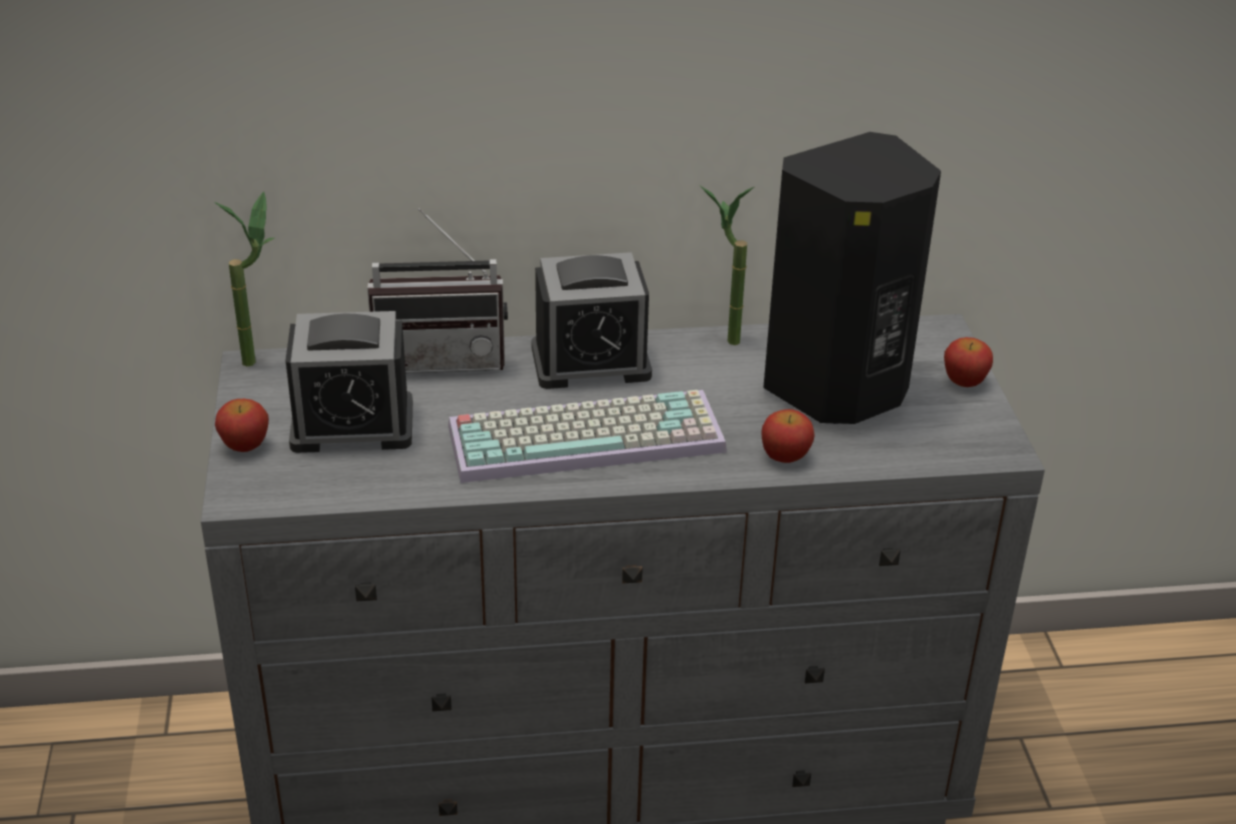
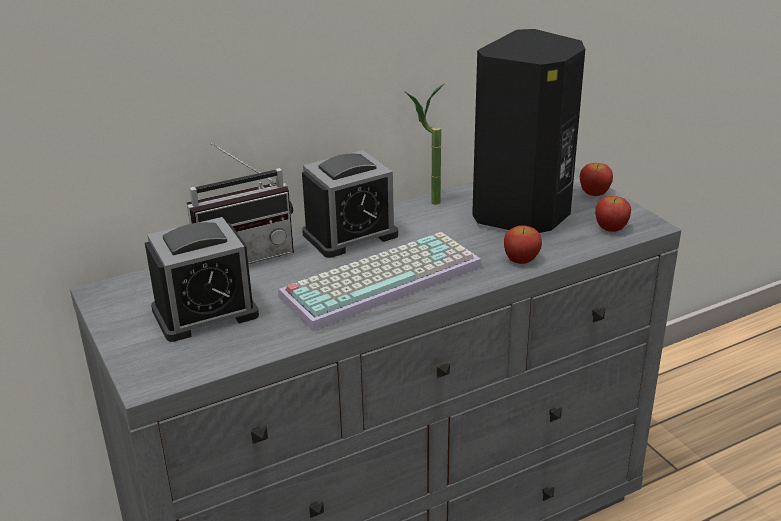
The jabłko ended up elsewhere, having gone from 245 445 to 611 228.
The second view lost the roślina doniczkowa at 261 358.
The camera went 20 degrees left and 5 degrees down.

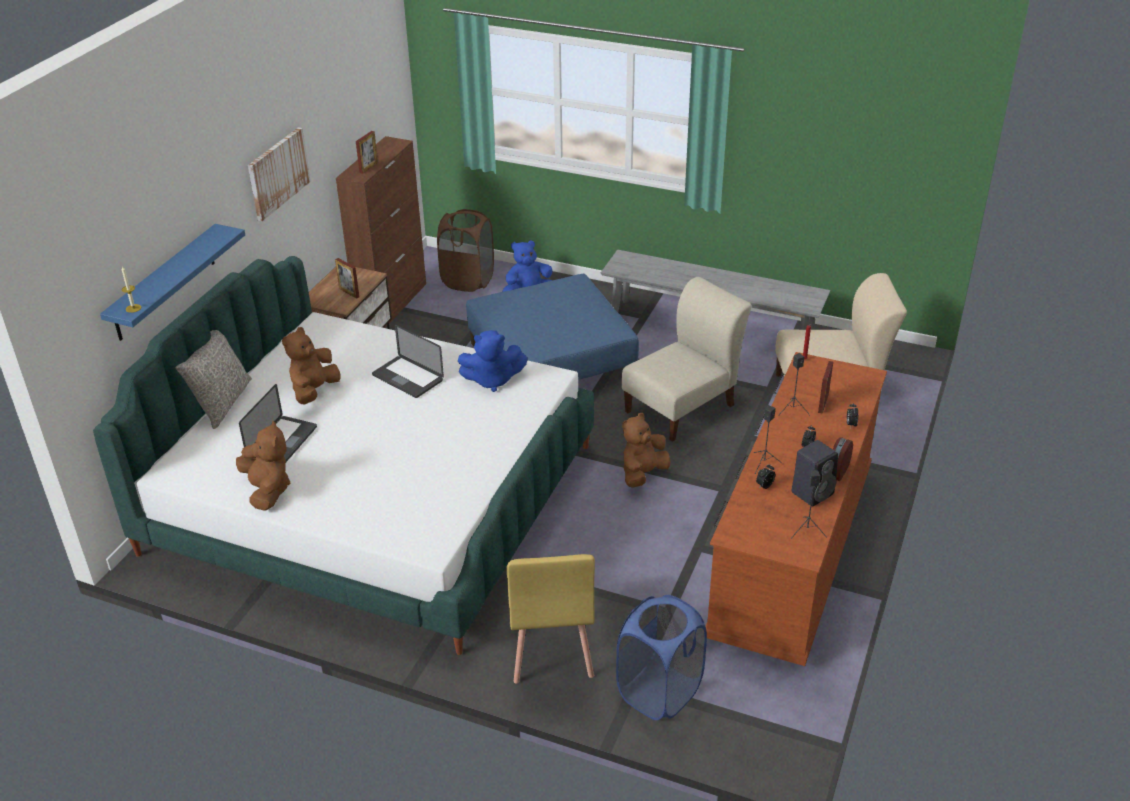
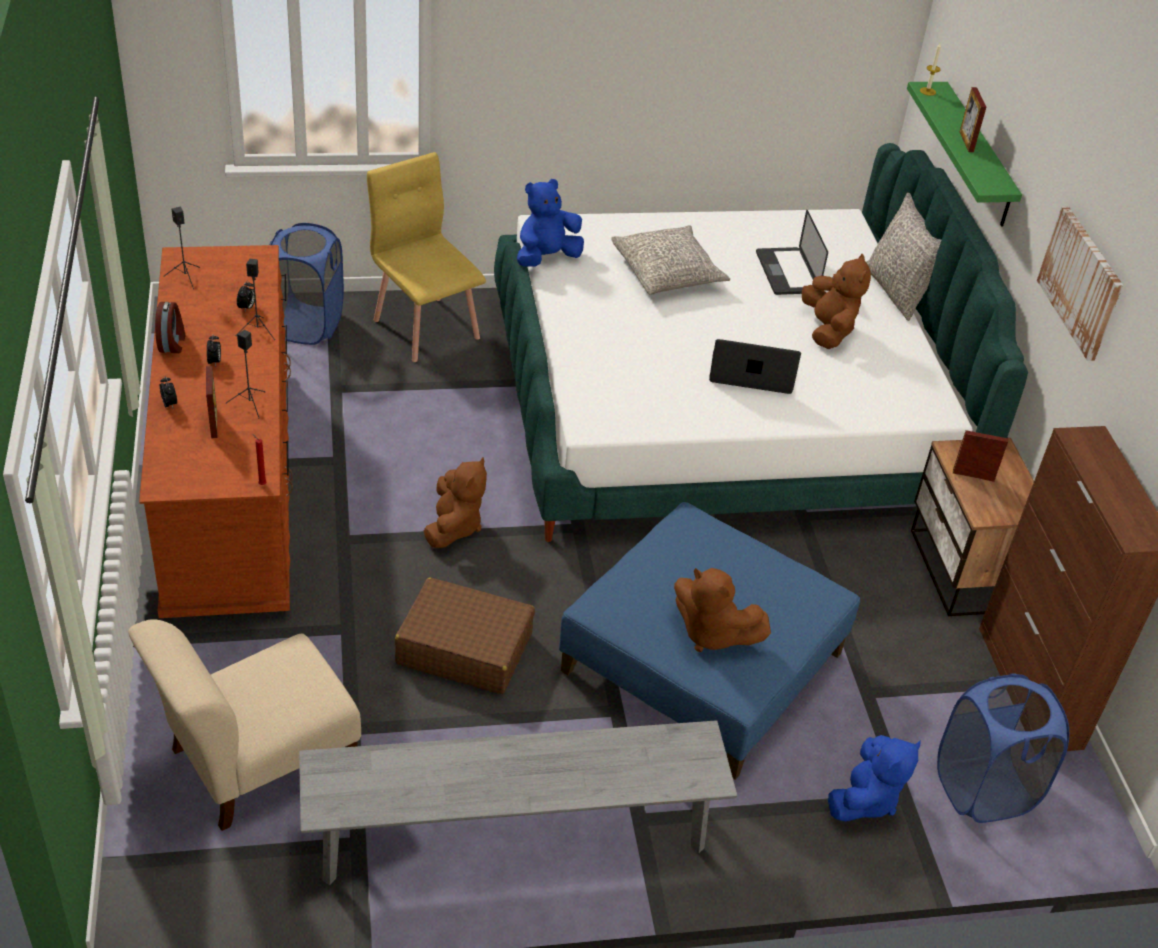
Where the krzesło/beżowy stood at 683 406, the walizka/brązowy came to stand at 464 648.
The pluszak/niebieski ended up elsewhere, having gone from 492 380 to 546 258.
The second view gained the poduszka/szary at 668 273.
The pluszak/brązowy ended up elsewhere, having gone from 267 490 to 712 633.
What was the półka/niebieski at 164 283 turned into the półka/zielony at 977 155.
What was the kosz na pranie/brązowy at 468 280 turned into the kosz na pranie/niebieski at 984 789.
The ramka na zdjęcie ended up elsewhere, having gone from 368 167 to 966 142.
The second view lost the głośnik/czarny at 813 492.
The camera went 145 degrees right and 5 degrees up.

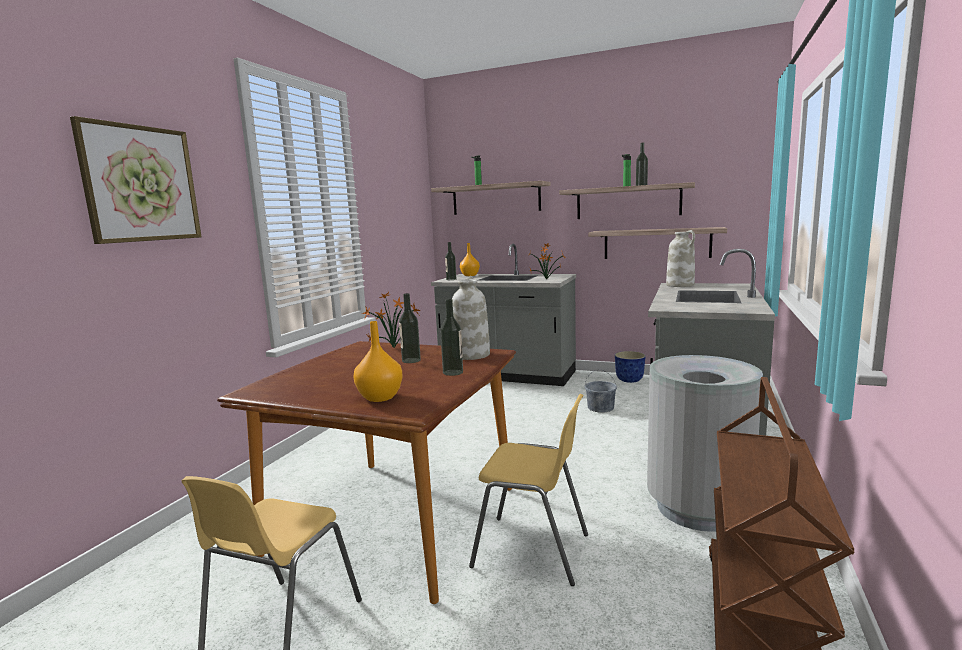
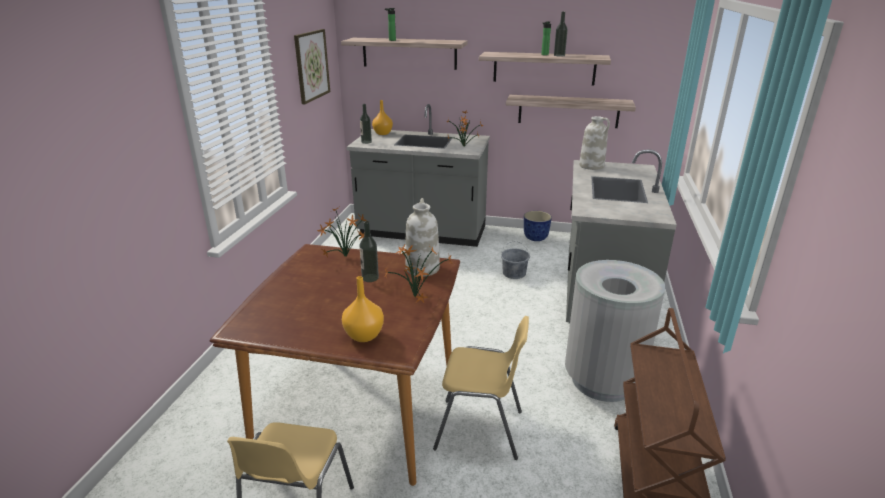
The obraz ended up elsewhere, having gone from 140 184 to 311 65.
Where the butelka stood at 453 372, the roślina doniczkowa came to stand at 415 296.
The camera went 10 degrees left and 15 degrees up.

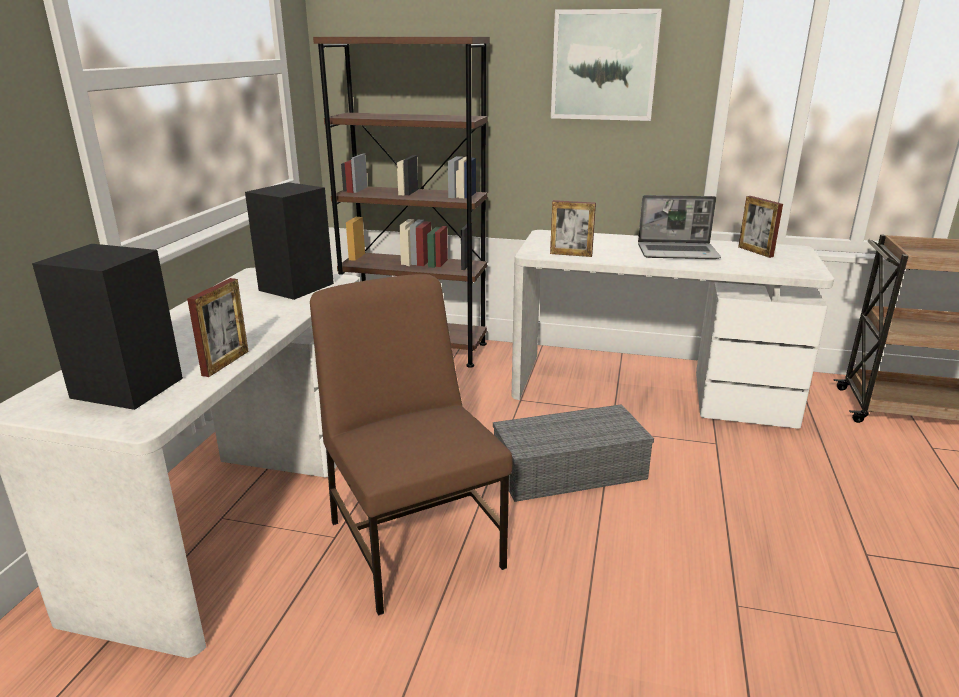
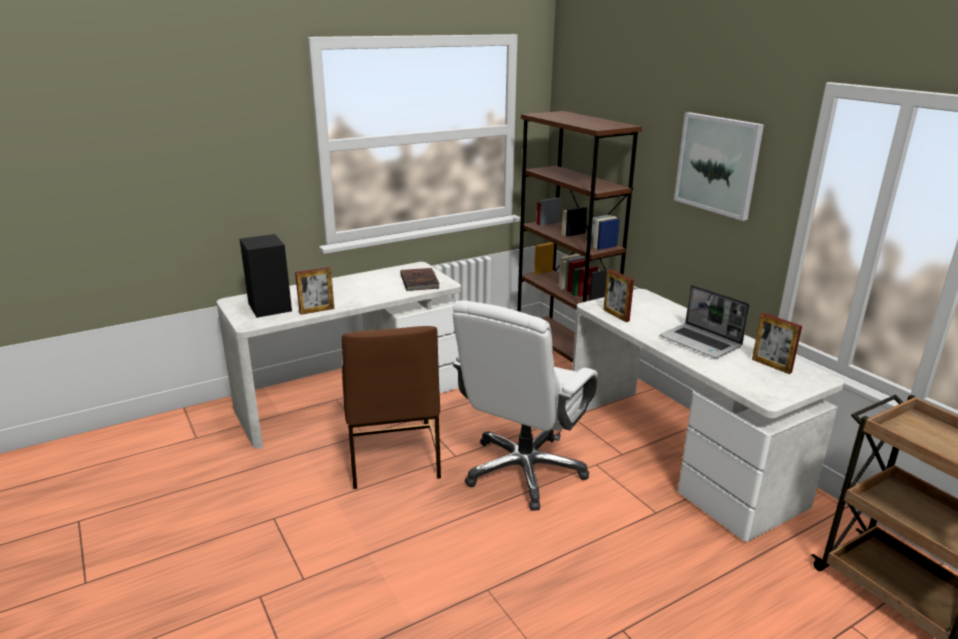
The krzesło/brązowy at 415 541 ended up facing another way, 150 degrees clockwise from before.
Where the głośnik/czarny stood at 298 286, the książka/brązowy came to stand at 420 281.
Where the pojemnik do przechowywania/szary stood at 567 471, the krzesło biurowe/biały came to stand at 524 471.
The ramka na zdjęcie at 755 252 ended up facing another way, 60 degrees counterclockwise from before.
The camera went 45 degrees right and 0 degrees up.

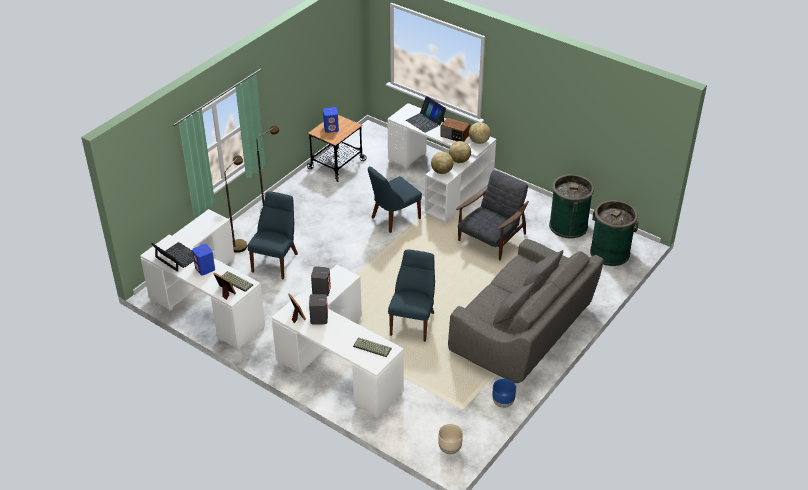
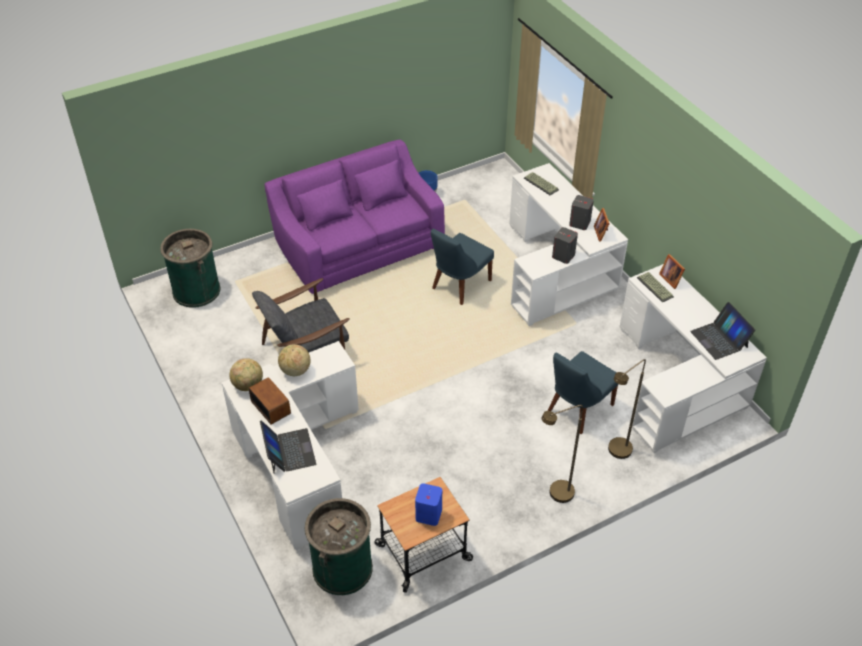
What was the kanapa/szary at 523 330 turned into the kanapa/fioletowy at 358 244.
The kosz na śmieci/zielony ended up elsewhere, having gone from 568 225 to 342 568.
The second view lost the głośnik/niebieski at 205 269.
The second view lost the krzesło/niebieski at 393 218.
The second view lost the globus at 442 171.
The second view lost the donica/beżowy at 449 449.
The camera went 155 degrees left and 5 degrees up.

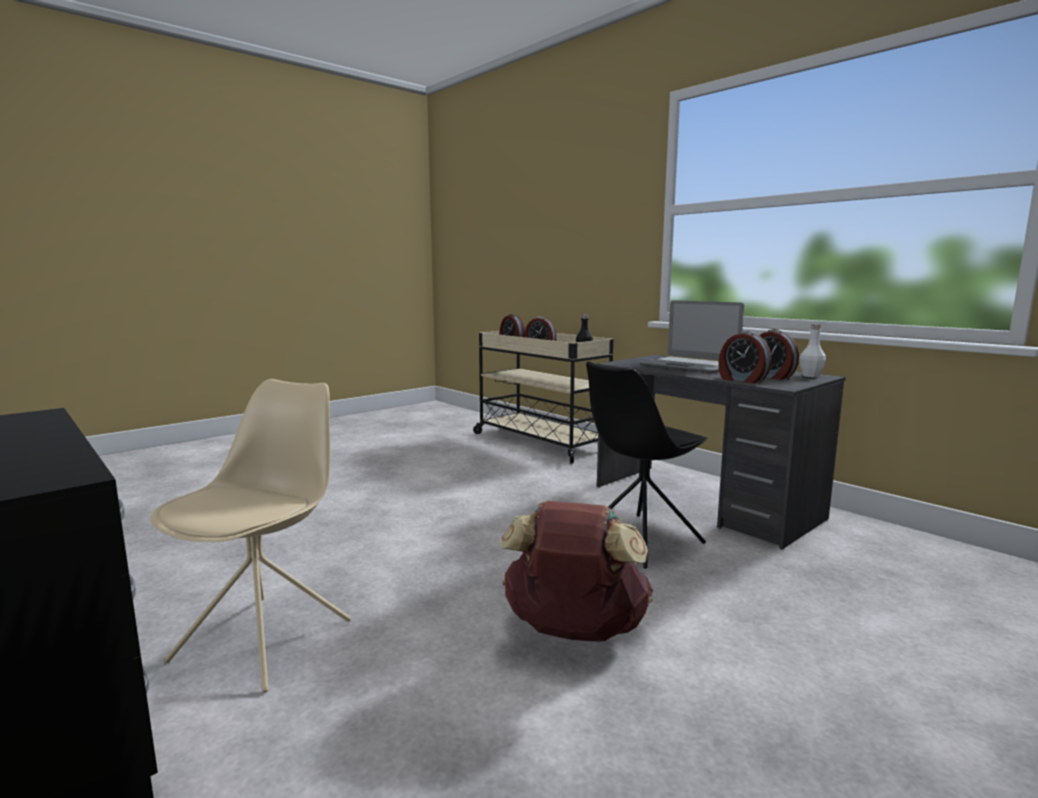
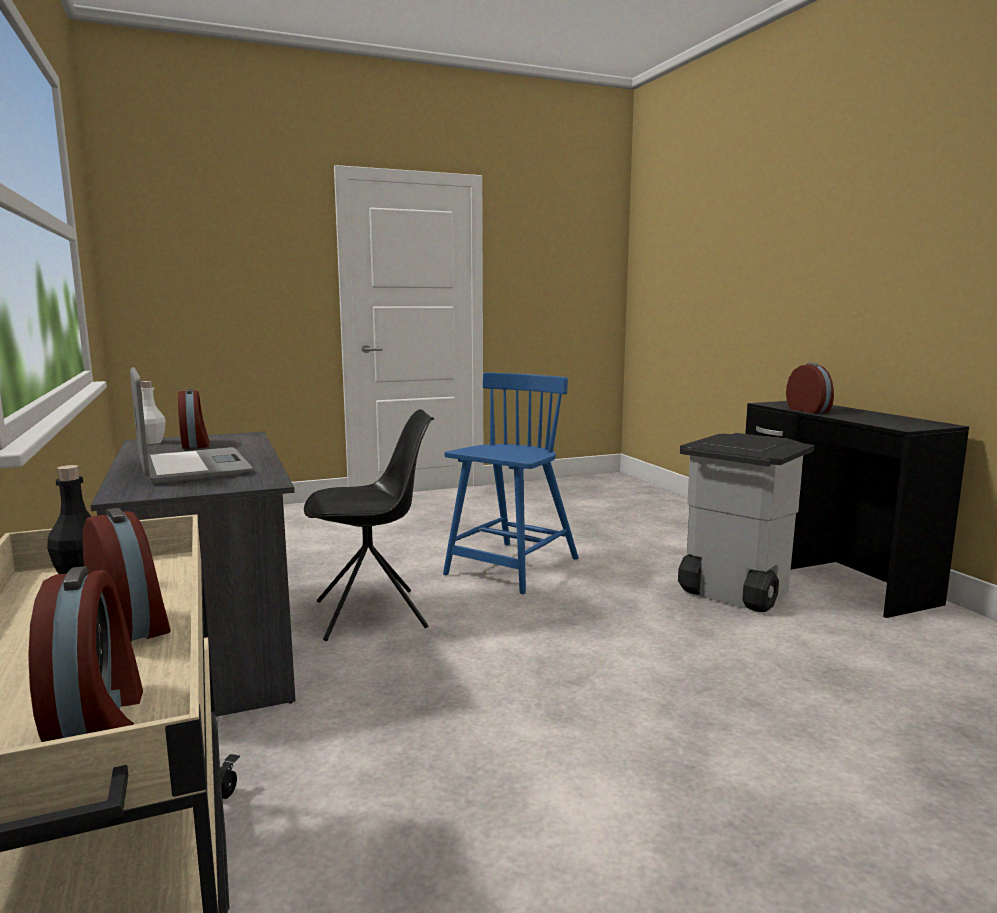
Where the plecak/brązowy stood at 574 632, the krzesło/niebieski came to stand at 512 567.
Where the krzesło/beżowy stood at 266 638, the kosz na śmieci/szary came to stand at 733 593.
The budzik ended up elsewhere, having gone from 742 380 to 809 410.
The camera went 160 degrees left and 0 degrees up.

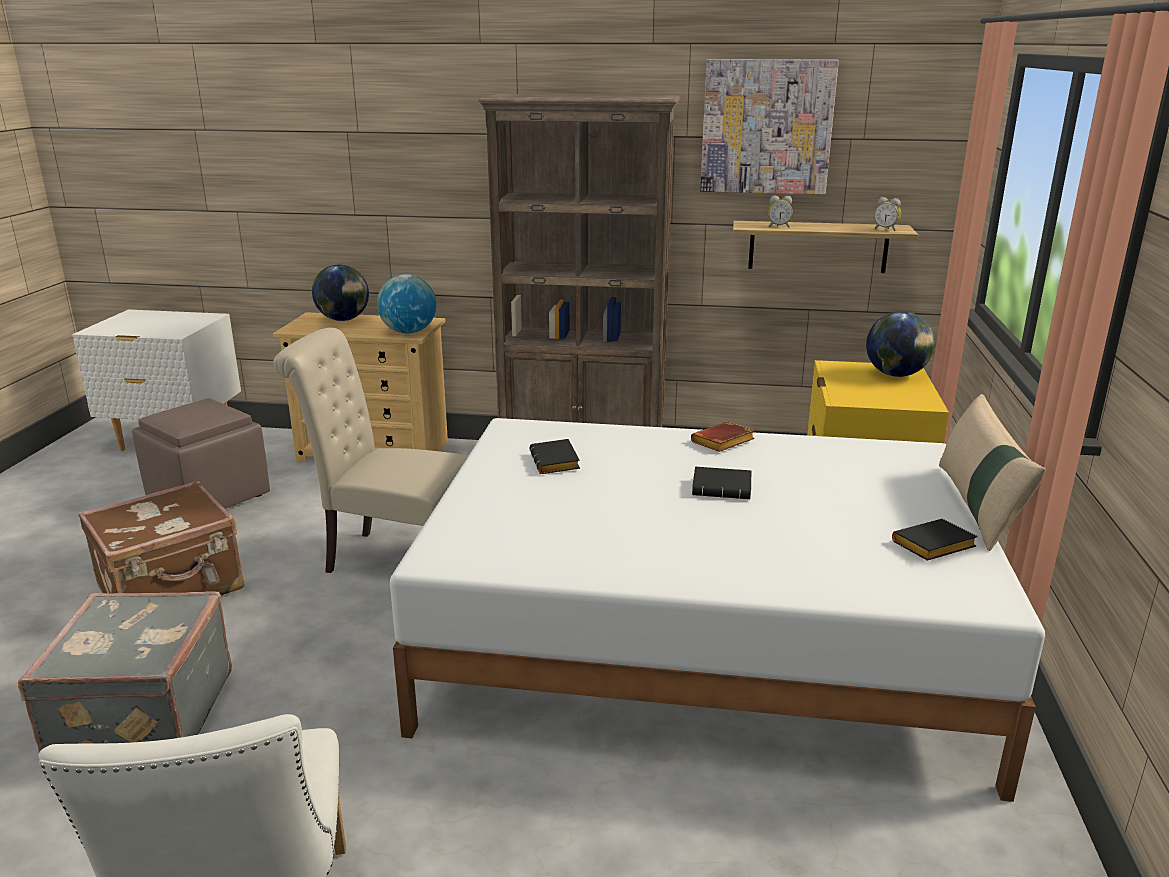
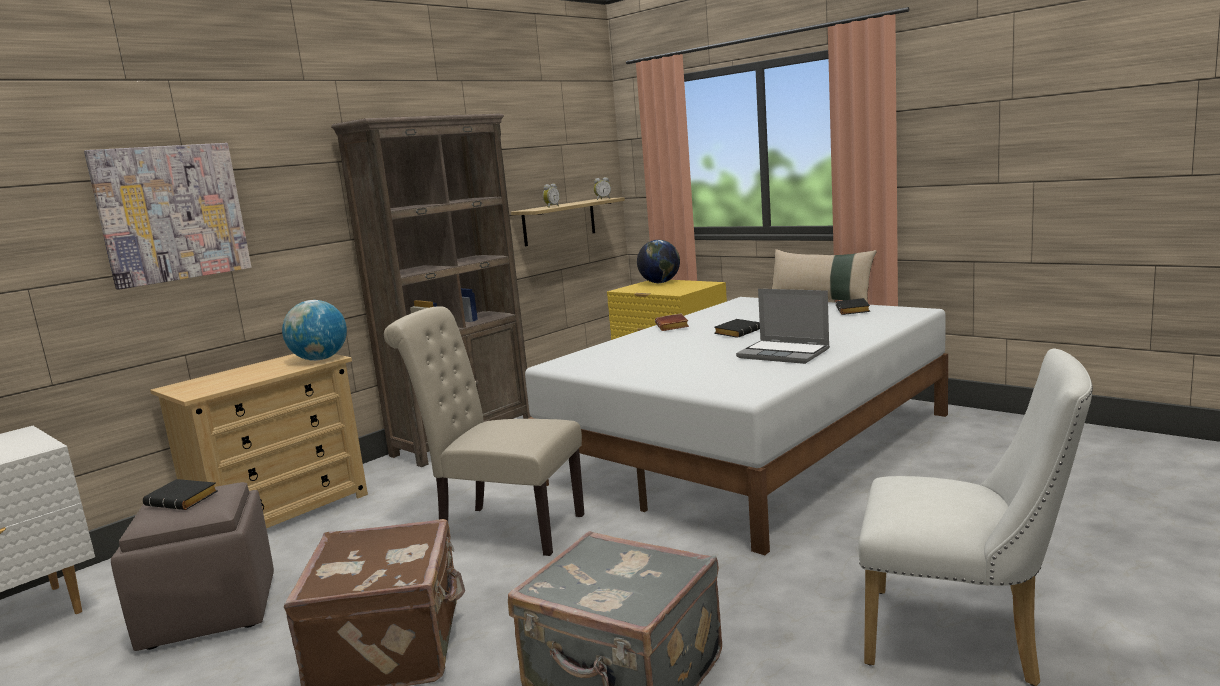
The obraz ended up elsewhere, having gone from 766 127 to 172 213.
The książka/czarny ended up elsewhere, having gone from 556 463 to 184 500.
The krzesło/beżowy at 392 558 ended up facing another way, 60 degrees clockwise from before.
The second view gained the laptop at 785 353.
The second view lost the globus at 343 320.
The camera went 55 degrees left and 10 degrees down.

